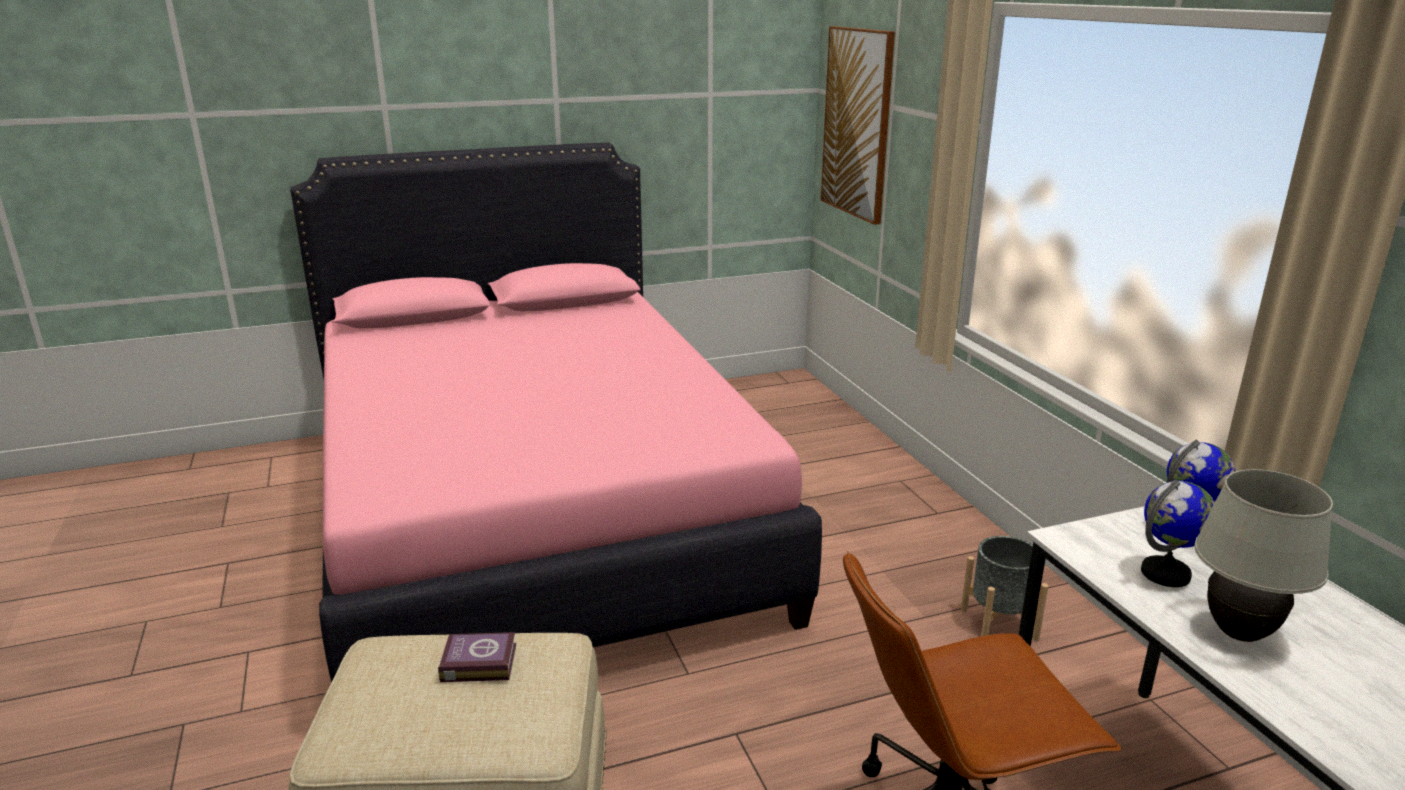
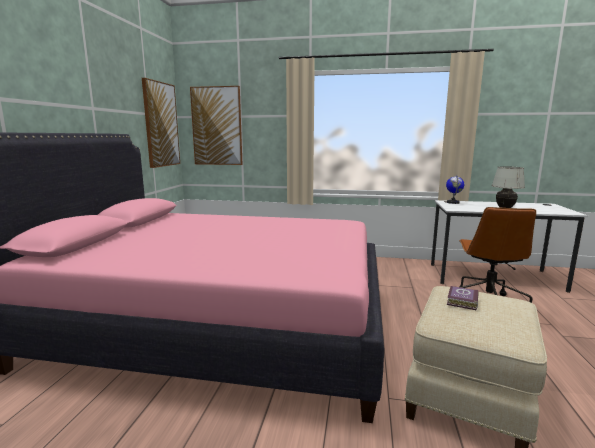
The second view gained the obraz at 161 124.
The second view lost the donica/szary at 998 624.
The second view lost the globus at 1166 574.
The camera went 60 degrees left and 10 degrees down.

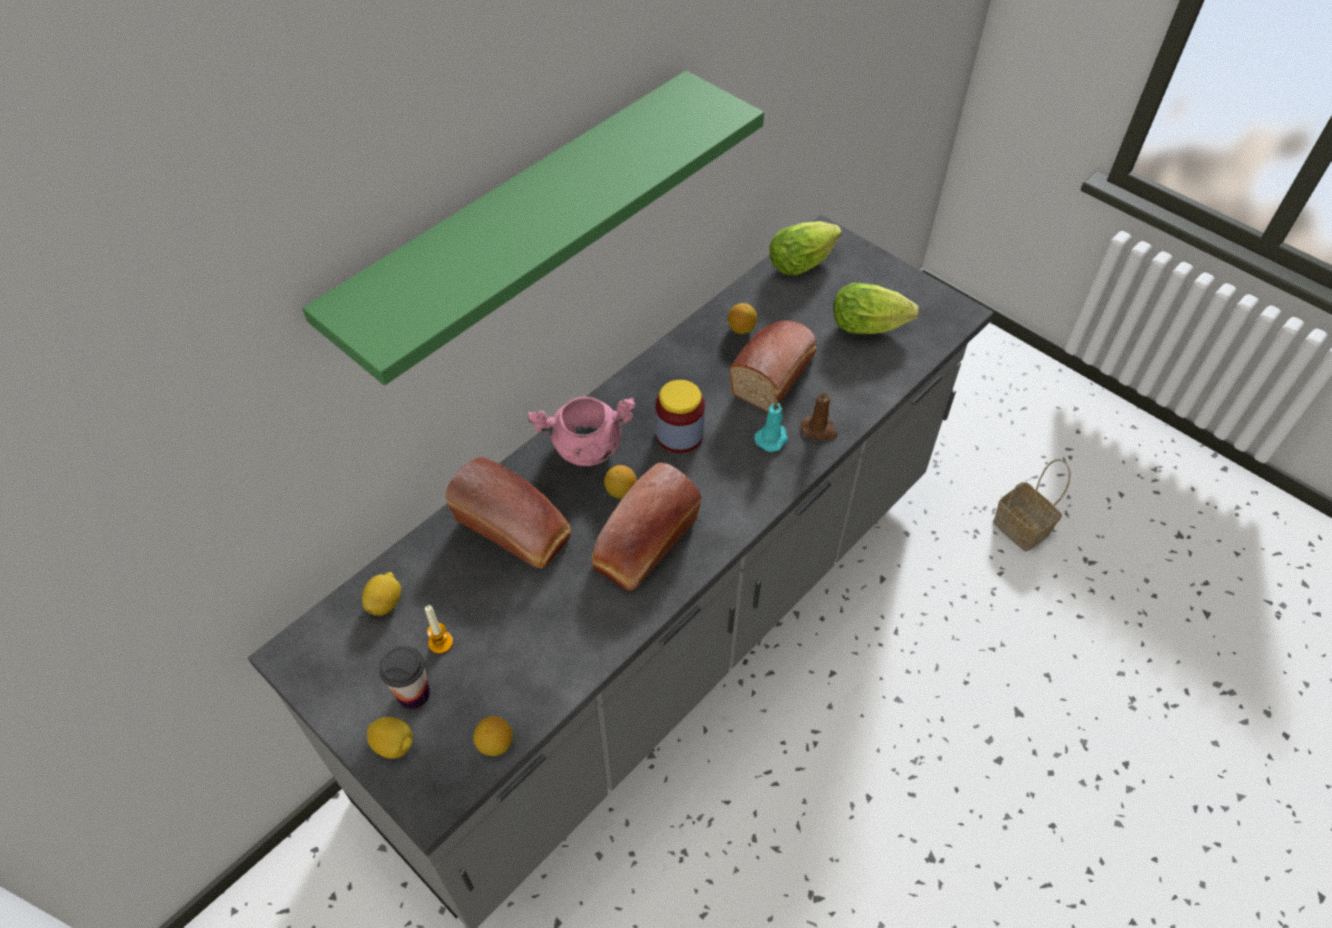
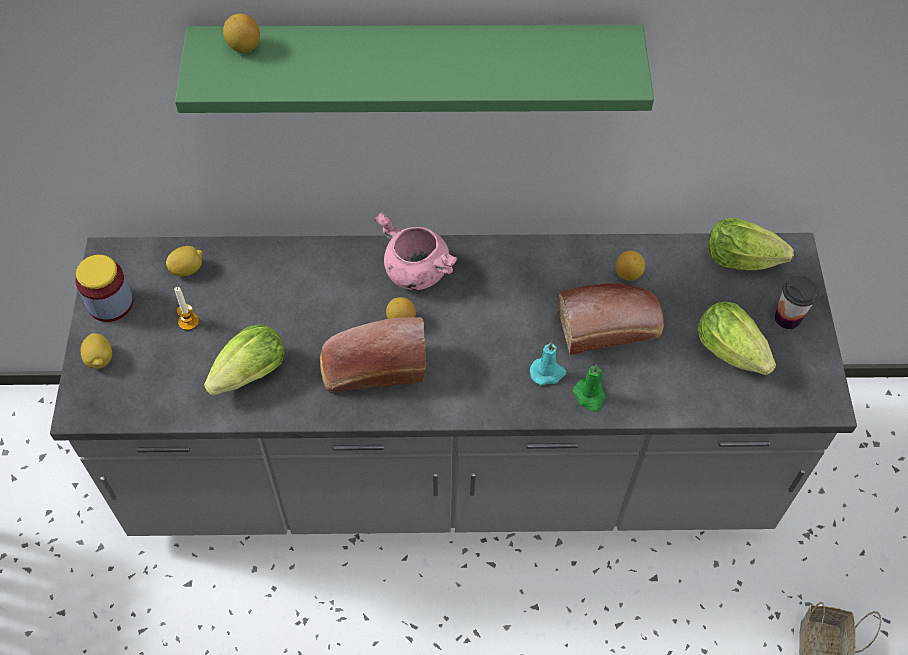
The słoik ended up elsewhere, having gone from 679 434 to 110 303.
The second view gained the sałata at 246 376.
The cytryna ended up elsewhere, having gone from 495 744 to 244 47.
What was the świeca/brązowy at 819 430 turned into the świeca/zielony at 590 396.
The filiżanka ended up elsewhere, having gone from 413 694 to 787 318.
The second view lost the chleb at 516 530.
The camera went 45 degrees right and 5 degrees up.

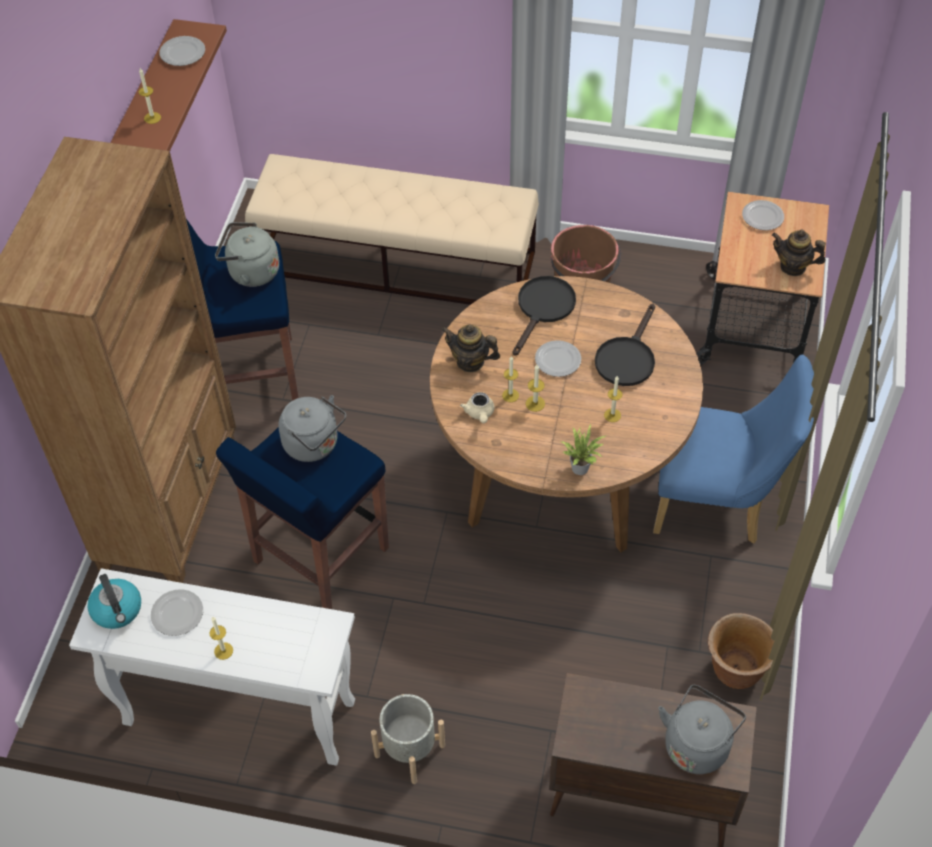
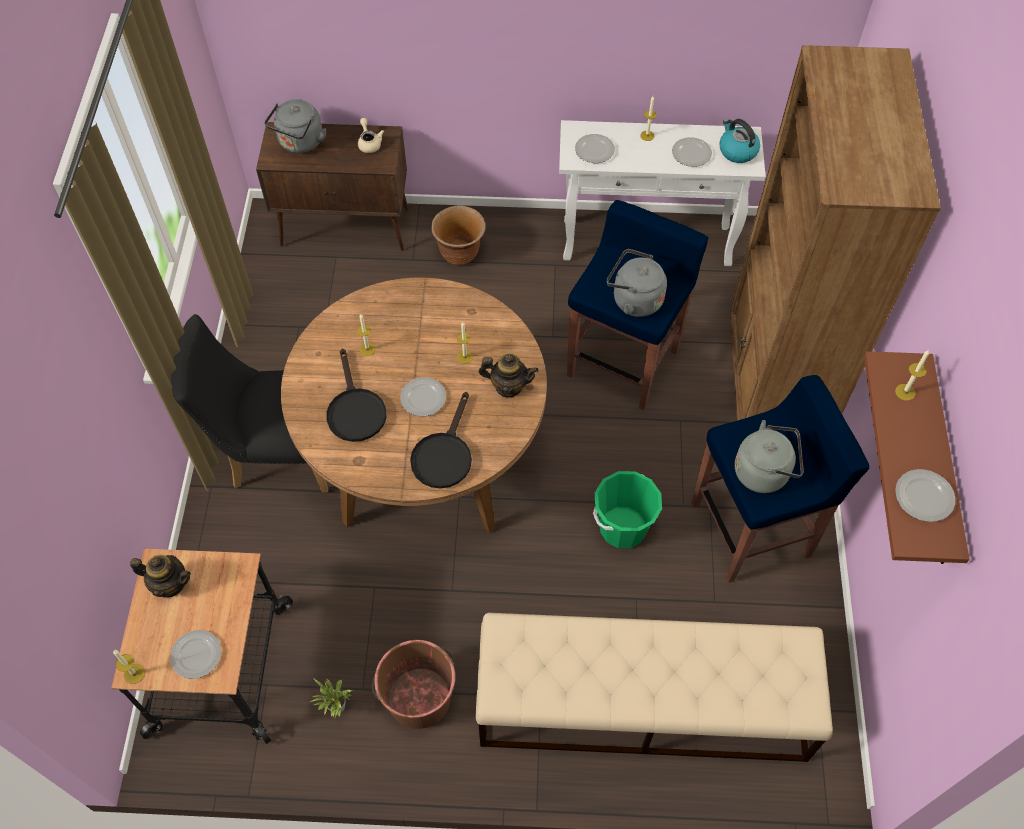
The świeca ended up elsewhere, having gone from 535 403 to 134 673.
What was the krzesło/niebieski at 717 503 turned into the krzesło/czarny at 276 453.
The roślina doniczkowa ended up elsewhere, having gone from 581 466 to 336 708.
The patelnia/czarny at 627 357 ended up facing another way, 150 degrees clockwise from before.
The imbryk/beżowy ended up elsewhere, having gone from 479 414 to 369 143.
The donica/brązowy ended up elsewhere, having gone from 735 670 to 460 253.
The second view gained the talerz at 594 150.
The second view gained the wiadro/zielony at 622 527.
The second view lost the donica/szary at 409 750.
The camera went 170 degrees right and 5 degrees up.

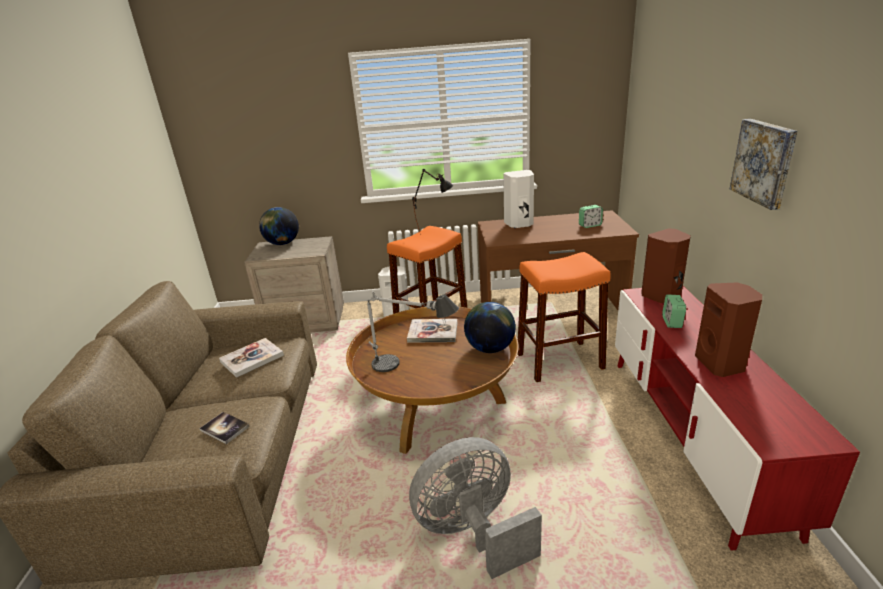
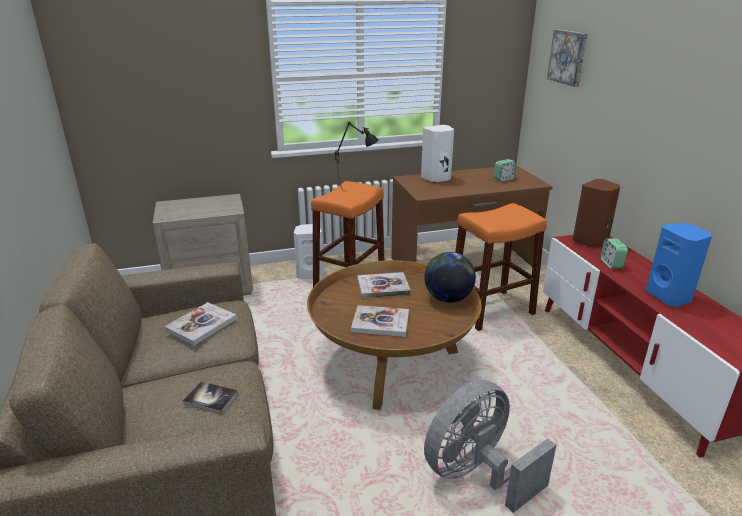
Where the lampa stołowa stood at 412 368, the książka came to stand at 380 322.
The obraz ended up elsewhere, having gone from 764 162 to 568 57.
What was the głośnik/brązowy at 721 364 turned into the głośnik/niebieski at 669 297.
The second view lost the globus at 282 243.
The camera went 15 degrees left and 0 degrees up.

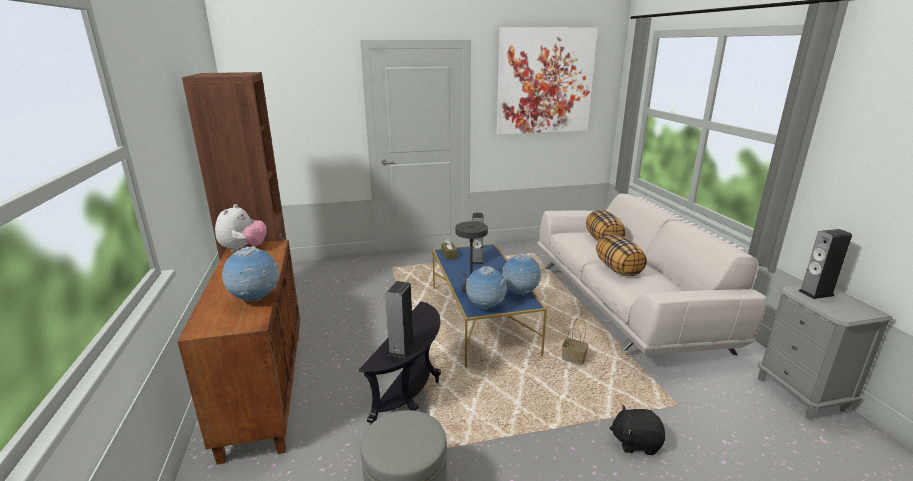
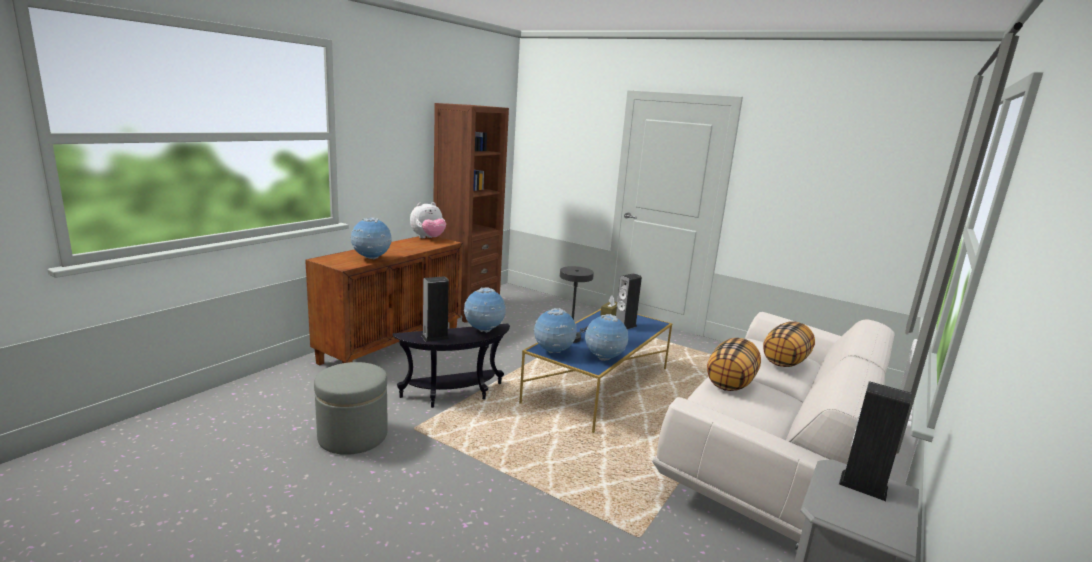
The second view gained the globus at 484 331.
The second view lost the obraz at 545 81.
The second view lost the koszyk at 574 358.
The second view lost the pluszak/czarny at 636 442.
The camera went 45 degrees right and 5 degrees down.

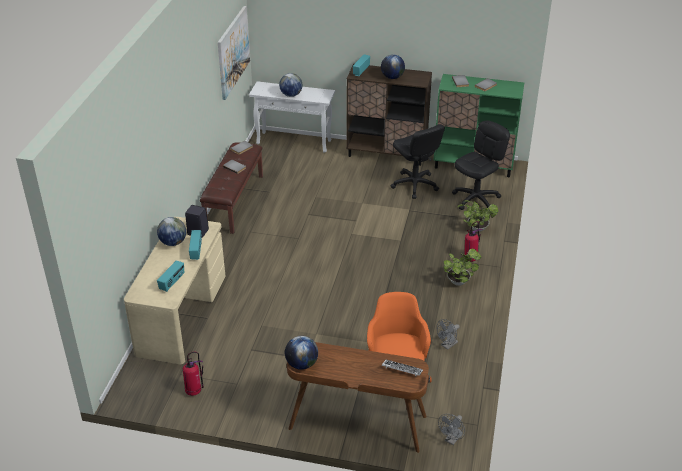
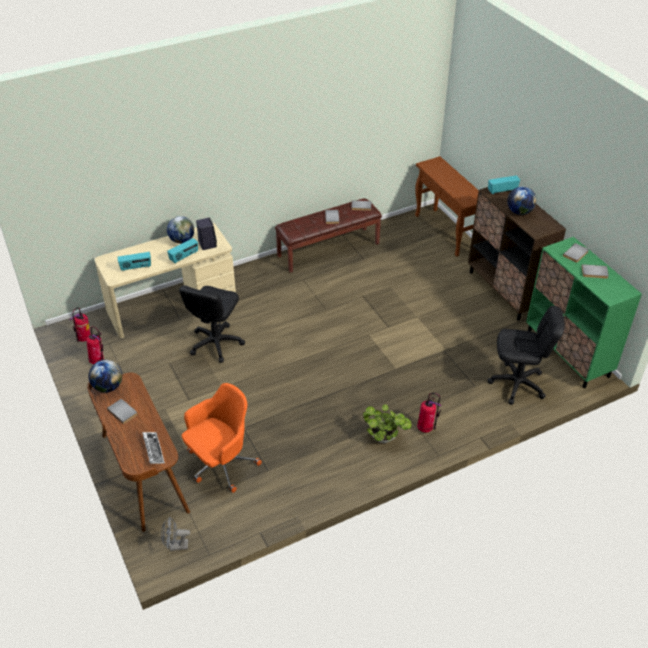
The second view gained the gaśnica at 84 339.
The second view gained the książka/szary at 123 411.
The krzesło biurowe/czarny ended up elsewhere, having gone from 414 185 to 216 343.
What was the stolik konsolowy/biały at 294 142 turned into the stolik konsolowy/brązowy at 446 232.
The second view lost the obraz at 233 52.
The second view lost the globus at 291 95.
The second view lost the wentylator/szary at 447 345.
The second view lost the roślina doniczkowa at 475 228.
The camera went 50 degrees right and 5 degrees up.

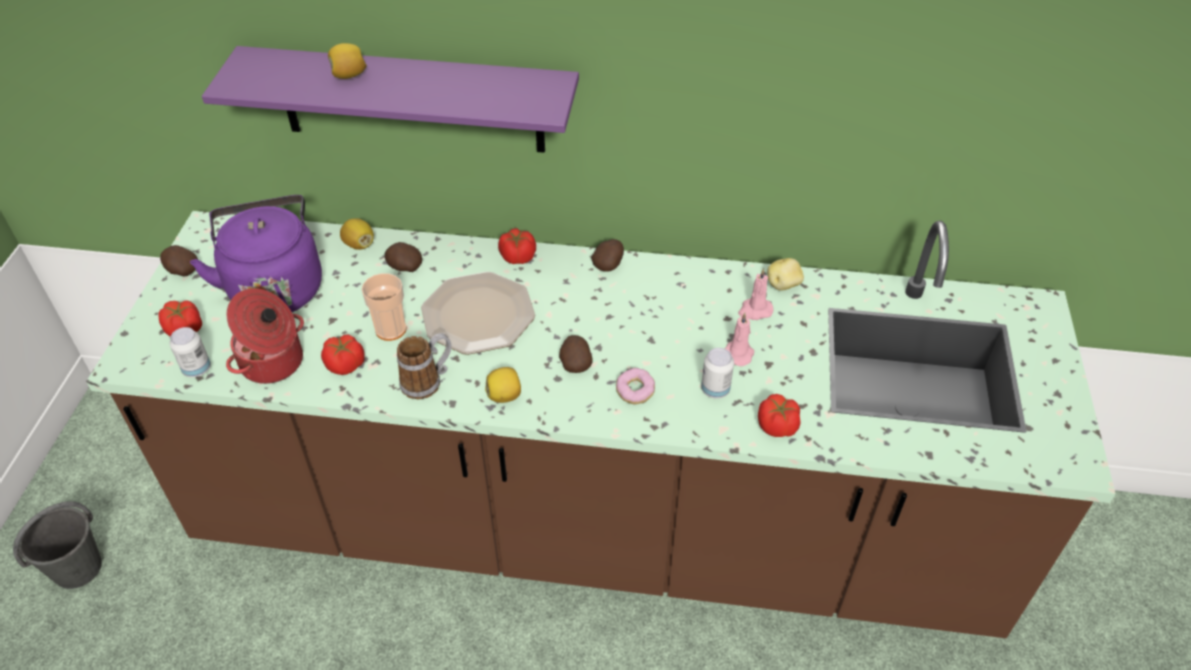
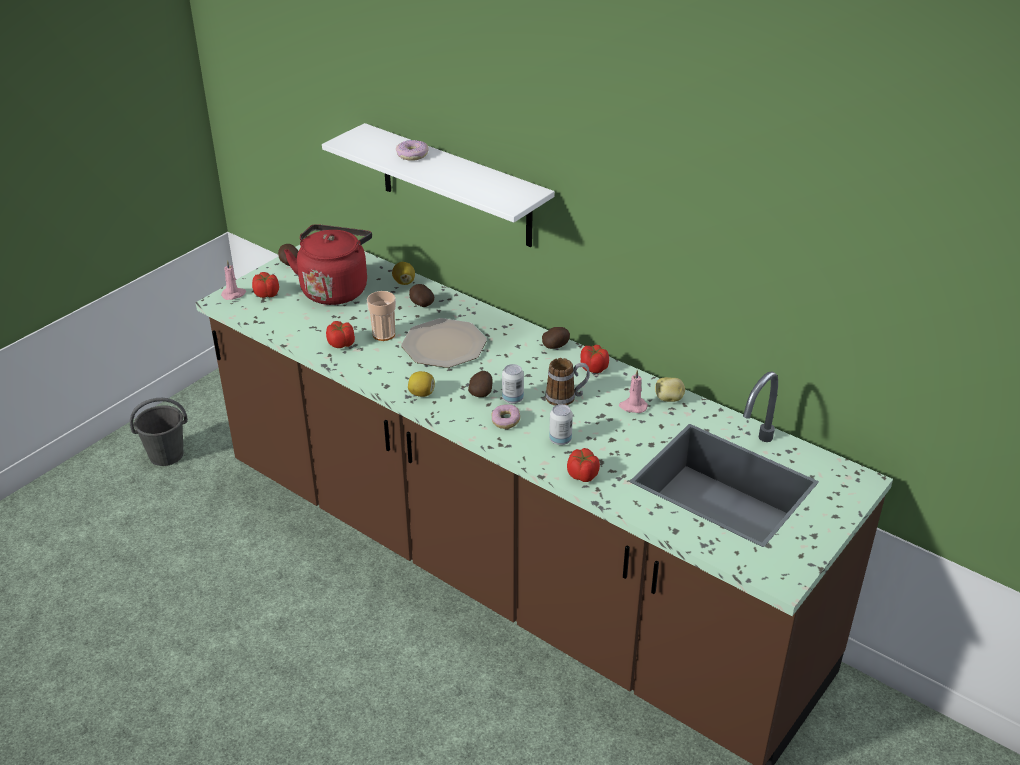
The świeca/różowy ended up elsewhere, having gone from 738 353 to 234 294.
What was the czajnik/fioletowy at 275 287 turned into the czajnik/czerwony at 335 289.
What was the półka/fioletowy at 411 100 turned into the półka/biały at 455 186.
Where the cytryna stood at 349 75, the donut came to stand at 412 155.
The puszka ended up elsewhere, having gone from 197 369 to 512 399.
The kubek ended up elsewhere, having gone from 428 381 to 566 397.
The pomidor ended up elsewhere, having gone from 517 257 to 593 368.
The second view lost the garnek at 273 363.
The camera went 30 degrees right and 10 degrees down.

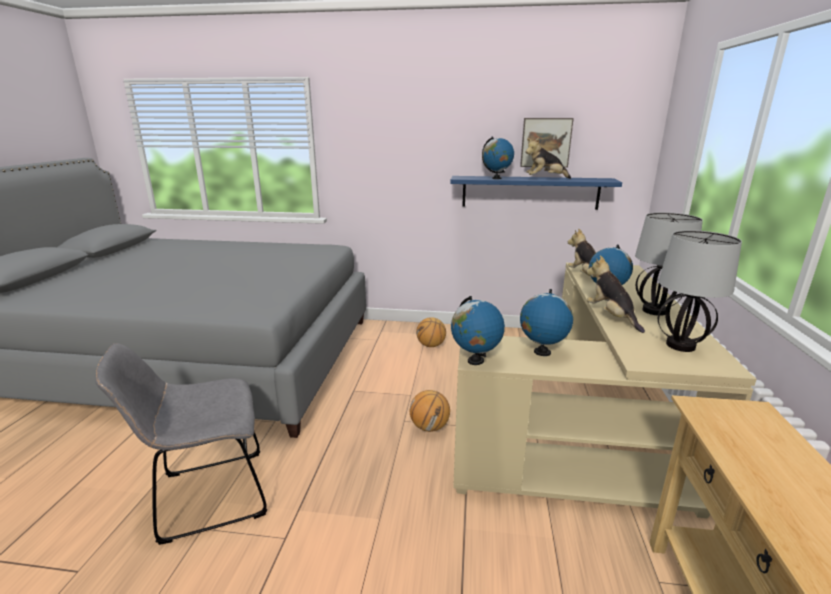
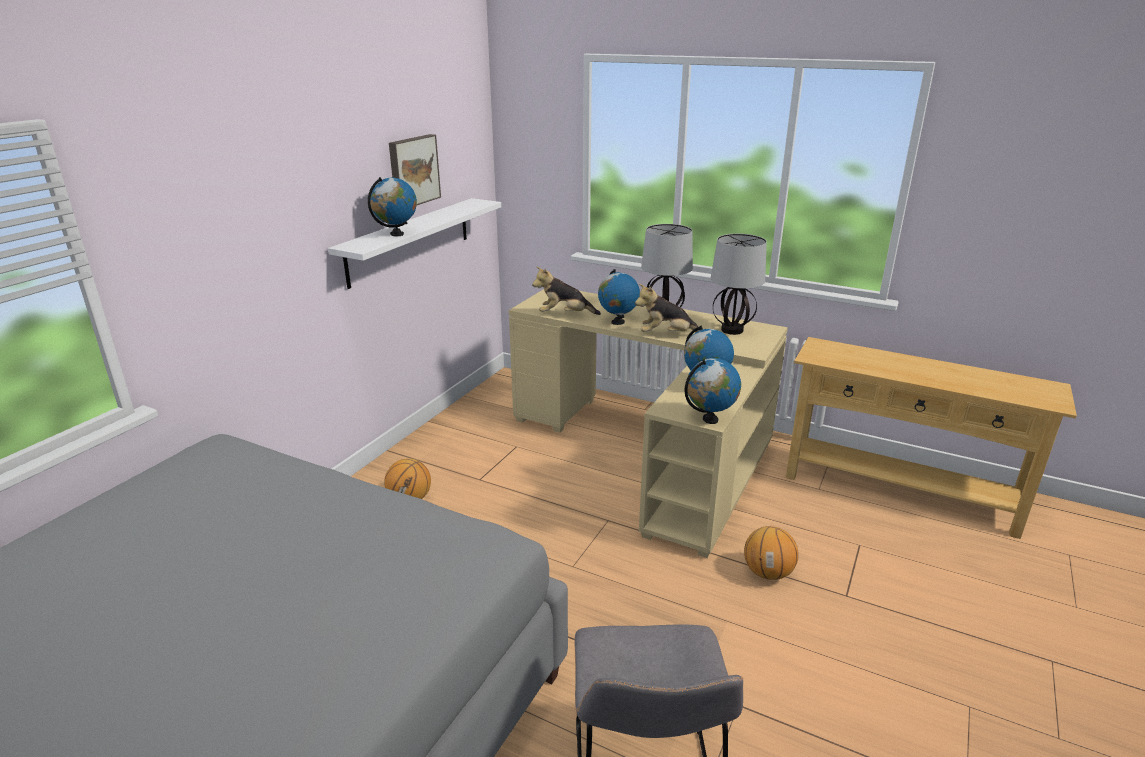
What was the półka/niebieski at 530 192 turned into the półka/biały at 410 241.
The piłka do koszykówki ended up elsewhere, having gone from 429 427 to 767 573.
The second view lost the pluszak at 545 179.
The camera went 70 degrees left and 5 degrees up.

